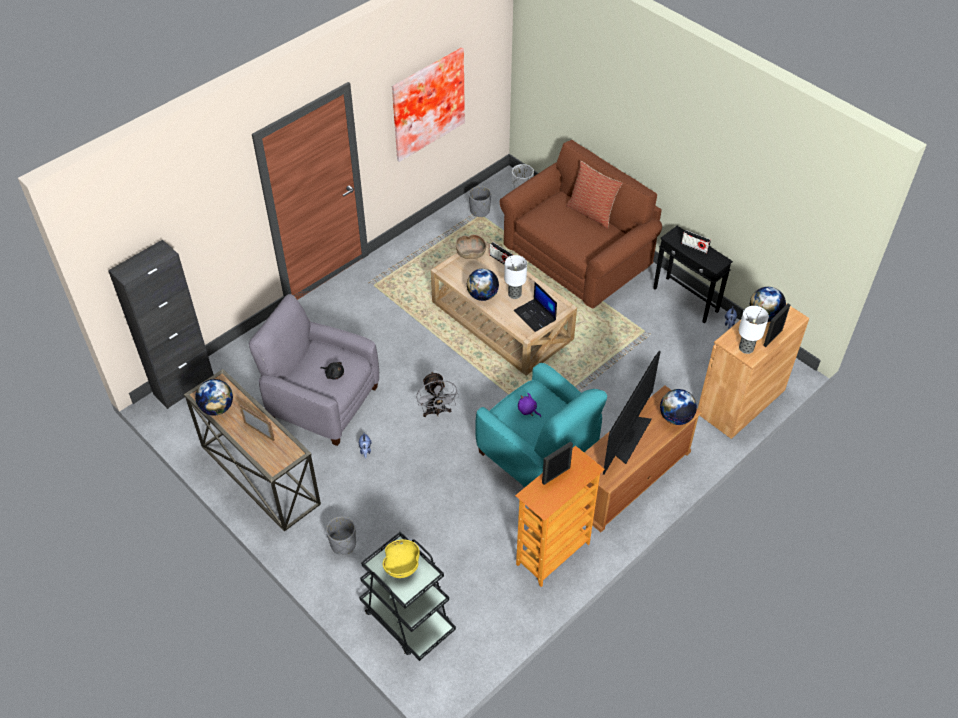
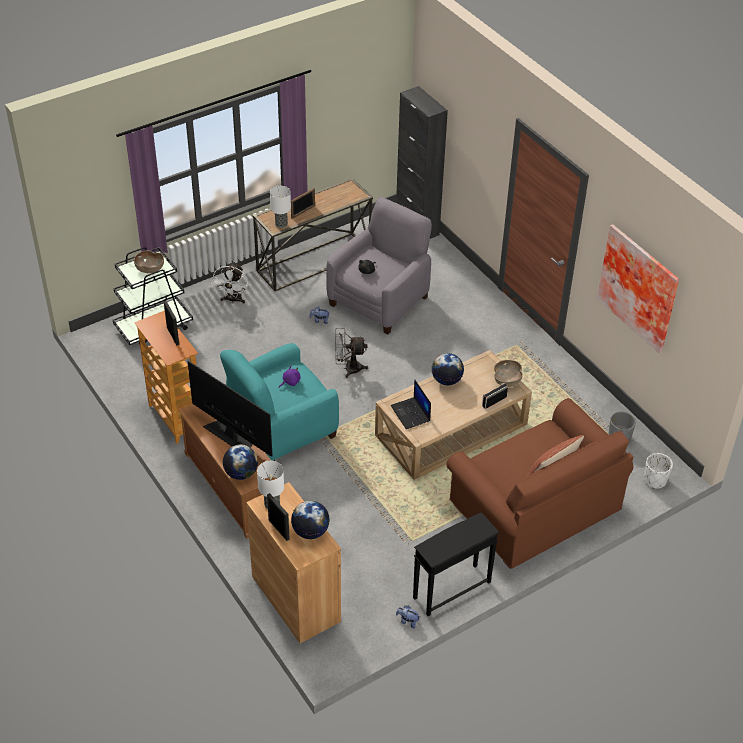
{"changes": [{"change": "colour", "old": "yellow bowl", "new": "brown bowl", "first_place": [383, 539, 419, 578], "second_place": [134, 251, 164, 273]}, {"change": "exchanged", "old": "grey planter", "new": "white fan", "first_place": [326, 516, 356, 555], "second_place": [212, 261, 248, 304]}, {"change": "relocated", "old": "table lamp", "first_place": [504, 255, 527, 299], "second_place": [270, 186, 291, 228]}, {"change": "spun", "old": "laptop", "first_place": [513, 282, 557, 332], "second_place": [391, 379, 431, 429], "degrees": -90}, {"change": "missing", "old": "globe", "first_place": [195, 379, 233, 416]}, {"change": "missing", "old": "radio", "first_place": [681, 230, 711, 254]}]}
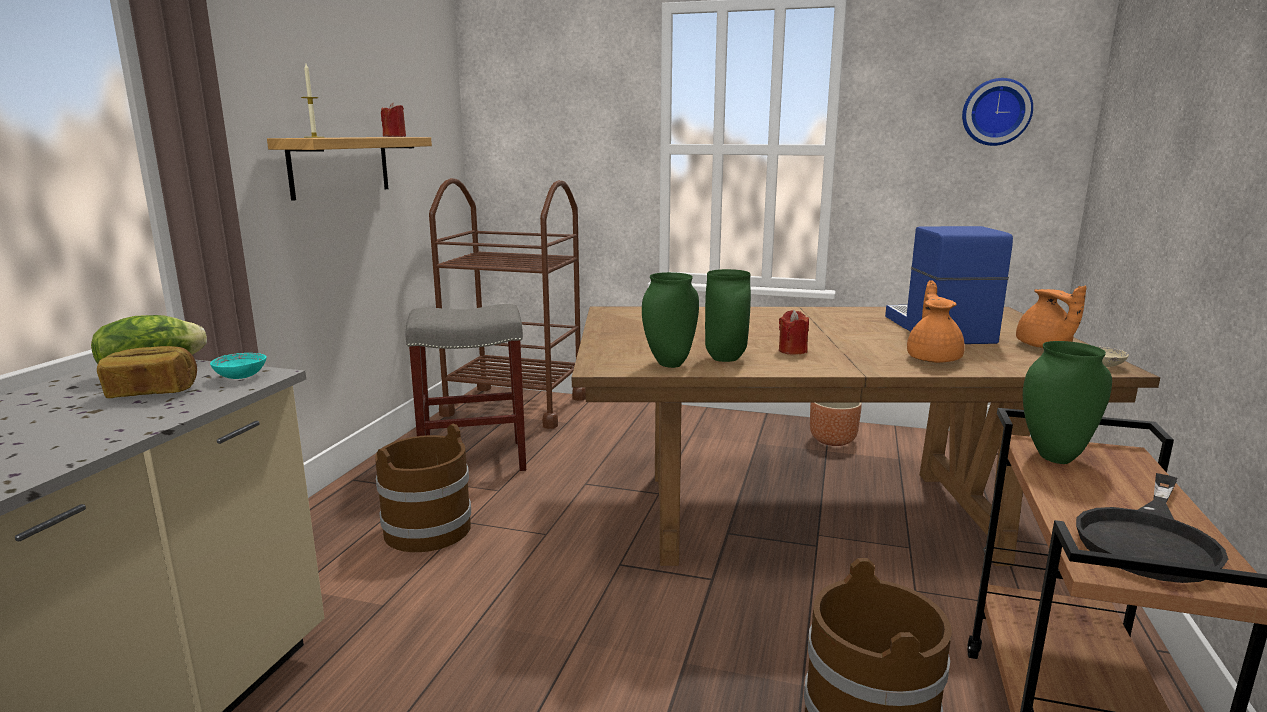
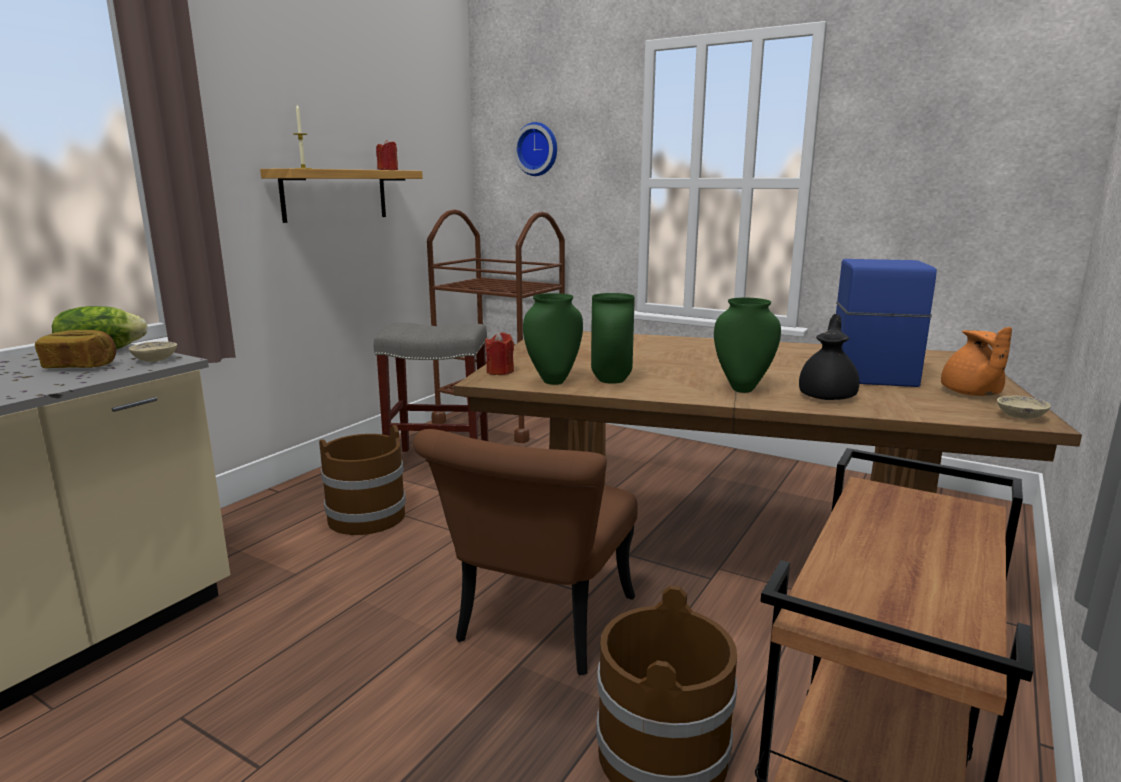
{"changes": [{"change": "colour", "old": "turquoise bowl", "new": "beige bowl", "first_place": [210, 353, 267, 379], "second_place": [129, 341, 177, 362]}, {"change": "appeared", "new": "brown chair", "second_place": [413, 429, 637, 675]}, {"change": "relocated", "old": "red candle", "first_place": [779, 310, 809, 355], "second_place": [485, 332, 514, 375]}, {"change": "relocated", "old": "wall clock", "first_place": [962, 78, 1033, 146], "second_place": [514, 122, 557, 176]}, {"change": "relocated", "old": "green vase", "first_place": [1023, 341, 1112, 464], "second_place": [714, 298, 781, 393]}, {"change": "colour", "old": "orange teapot", "new": "black teapot", "first_place": [907, 280, 965, 363], "second_place": [799, 314, 860, 400]}, {"change": "missing", "old": "brown planter", "first_place": [810, 402, 862, 446]}, {"change": "missing", "old": "black frying pan", "first_place": [1076, 473, 1228, 583]}]}
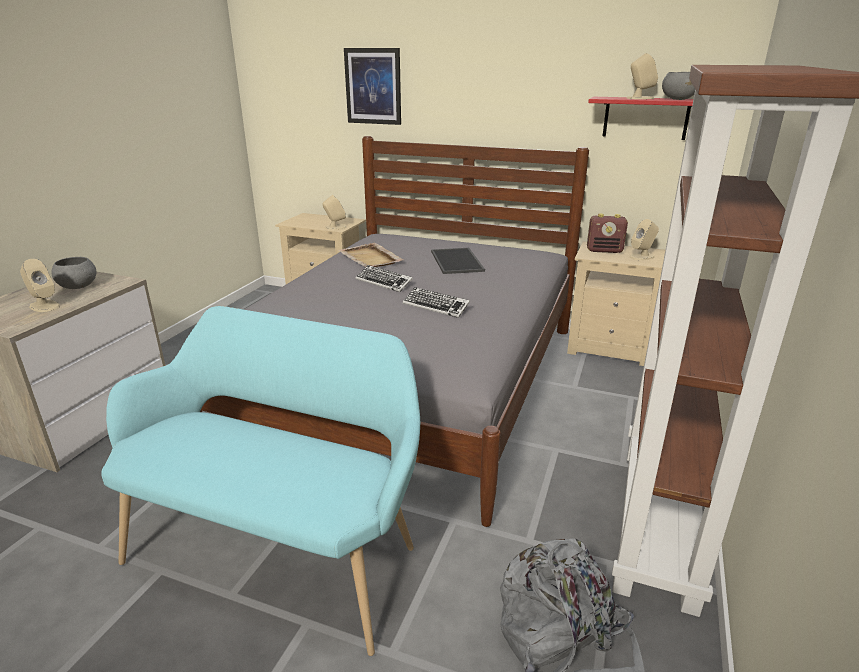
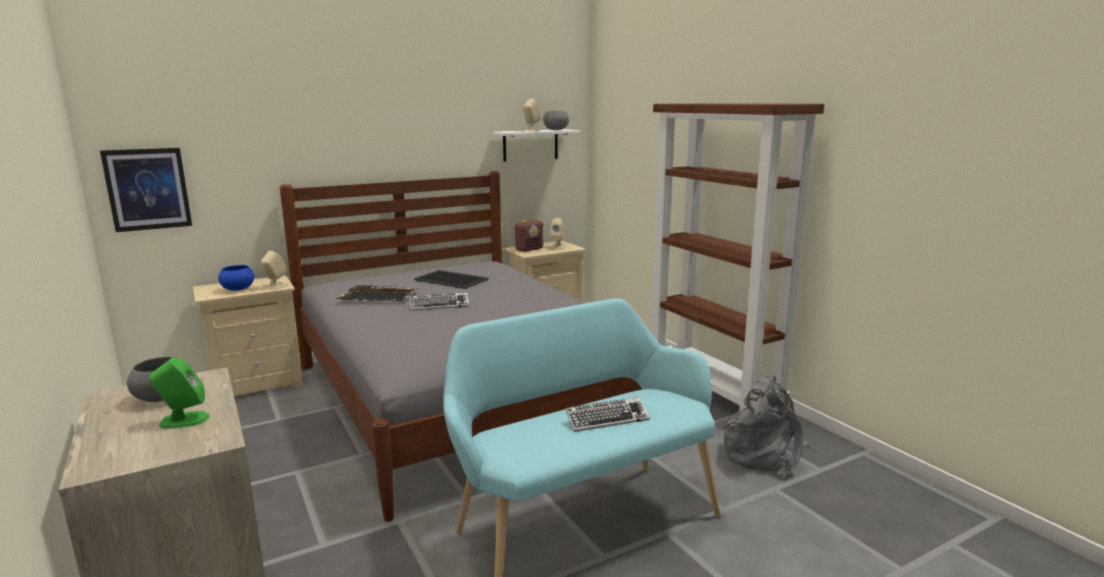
{"changes": [{"change": "relocated", "old": "picture", "first_place": [344, 48, 401, 125], "second_place": [100, 148, 192, 232]}, {"change": "colour", "old": "beige speaker", "new": "green speaker", "first_place": [20, 259, 60, 312], "second_place": [149, 357, 209, 429]}, {"change": "appeared", "new": "blue bowl", "second_place": [218, 265, 254, 291]}, {"change": "colour", "old": "beige tray", "new": "black tray", "first_place": [338, 243, 403, 267], "second_place": [337, 285, 418, 302]}, {"change": "colour", "old": "red shelf", "new": "white shelf", "first_place": [588, 97, 693, 140], "second_place": [493, 129, 580, 162]}, {"change": "relocated", "old": "keyboard", "first_place": [403, 287, 470, 318], "second_place": [565, 397, 650, 432]}]}
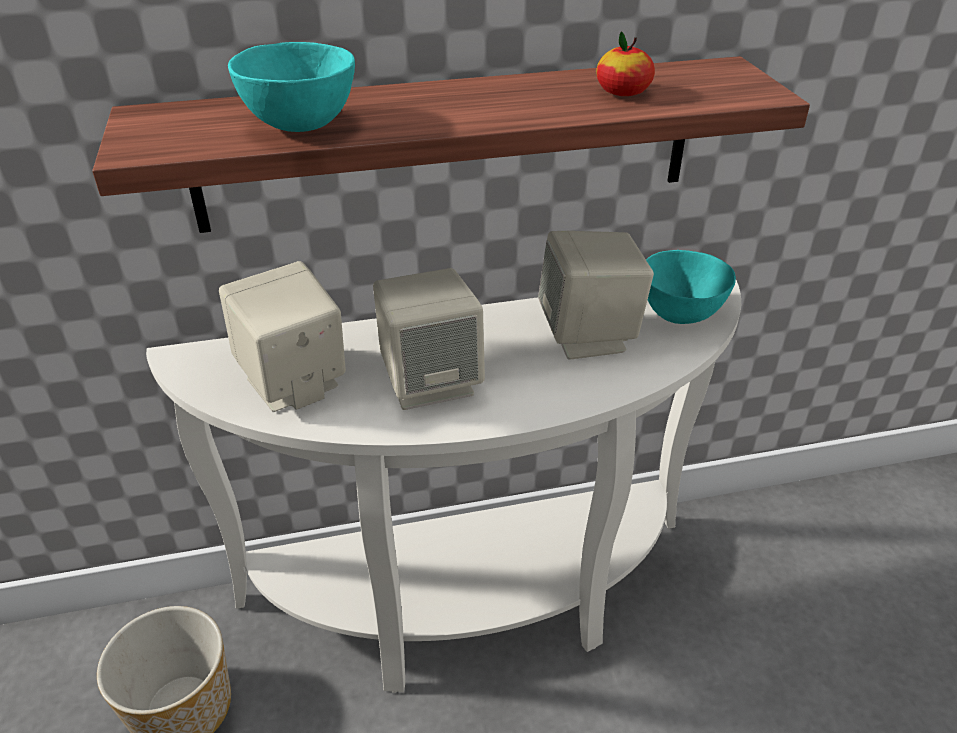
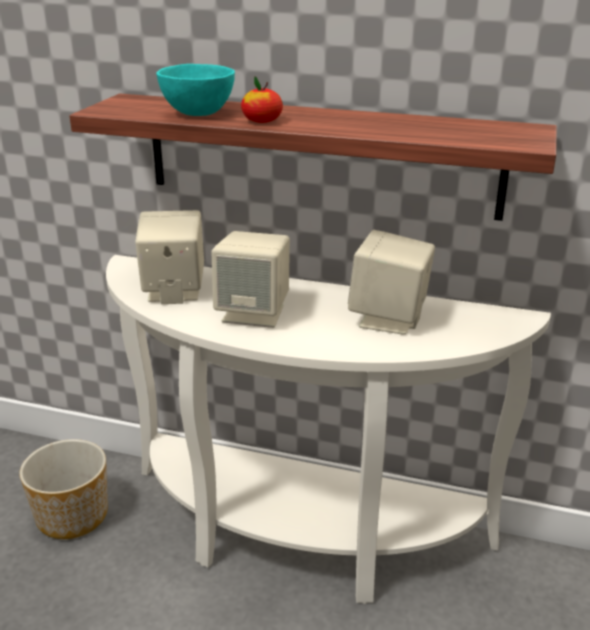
{"changes": [{"change": "relocated", "old": "apple", "first_place": [596, 32, 655, 96], "second_place": [241, 76, 283, 123]}, {"change": "missing", "old": "turquoise bowl", "first_place": [646, 250, 736, 324]}]}
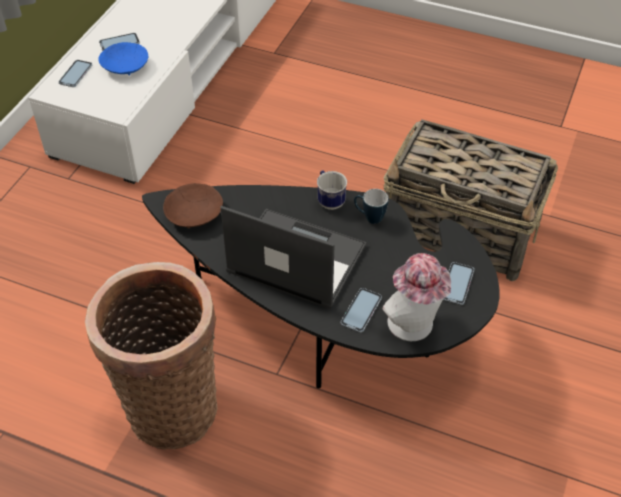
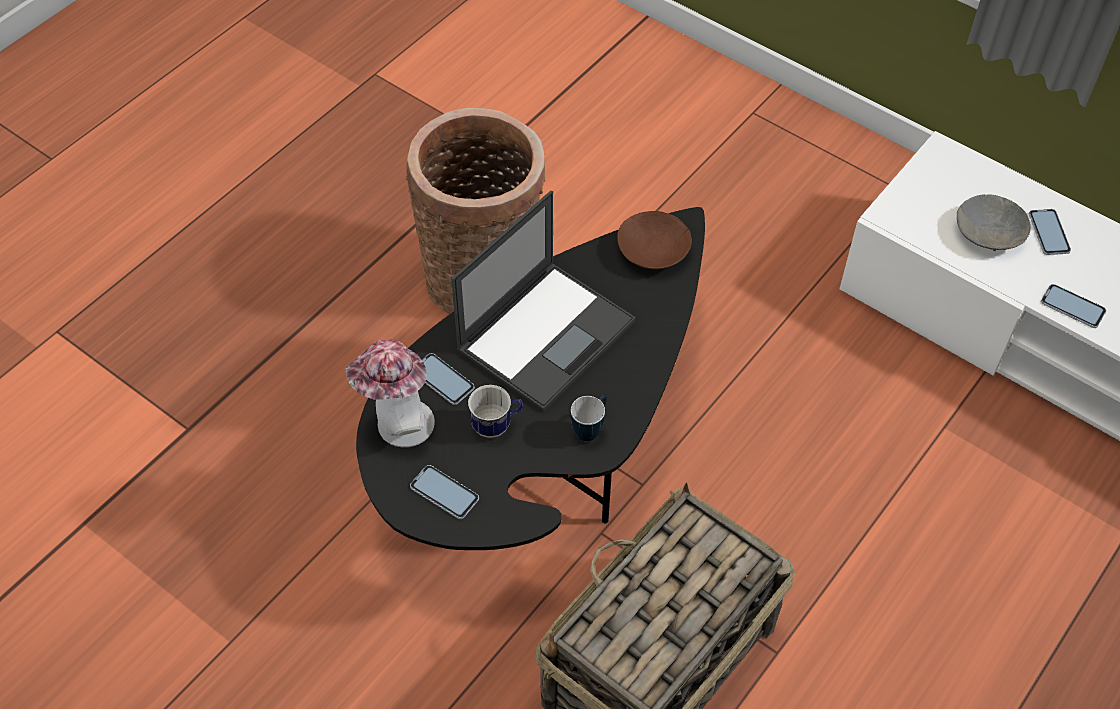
{"changes": [{"change": "relocated", "old": "mug", "first_place": [317, 170, 347, 210], "second_place": [468, 385, 523, 438]}, {"change": "colour", "old": "blue bowl", "new": "grey bowl", "first_place": [98, 42, 148, 76], "second_place": [957, 194, 1031, 251]}, {"change": "relocated", "old": "phone", "first_place": [59, 60, 92, 87], "second_place": [1041, 284, 1106, 328]}]}
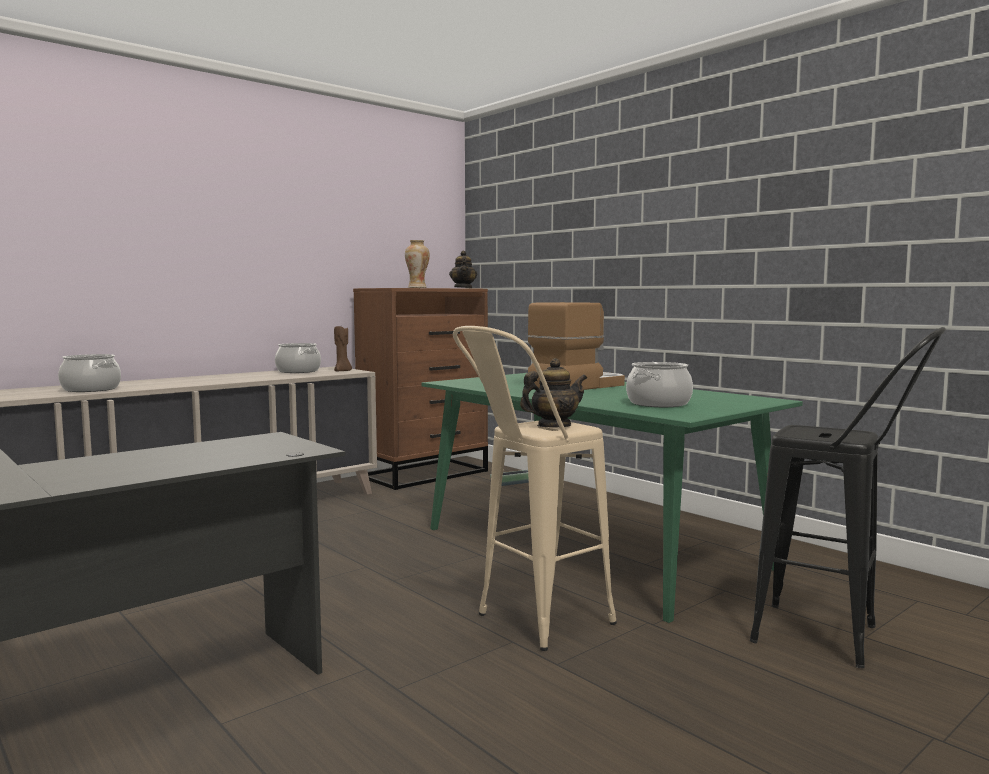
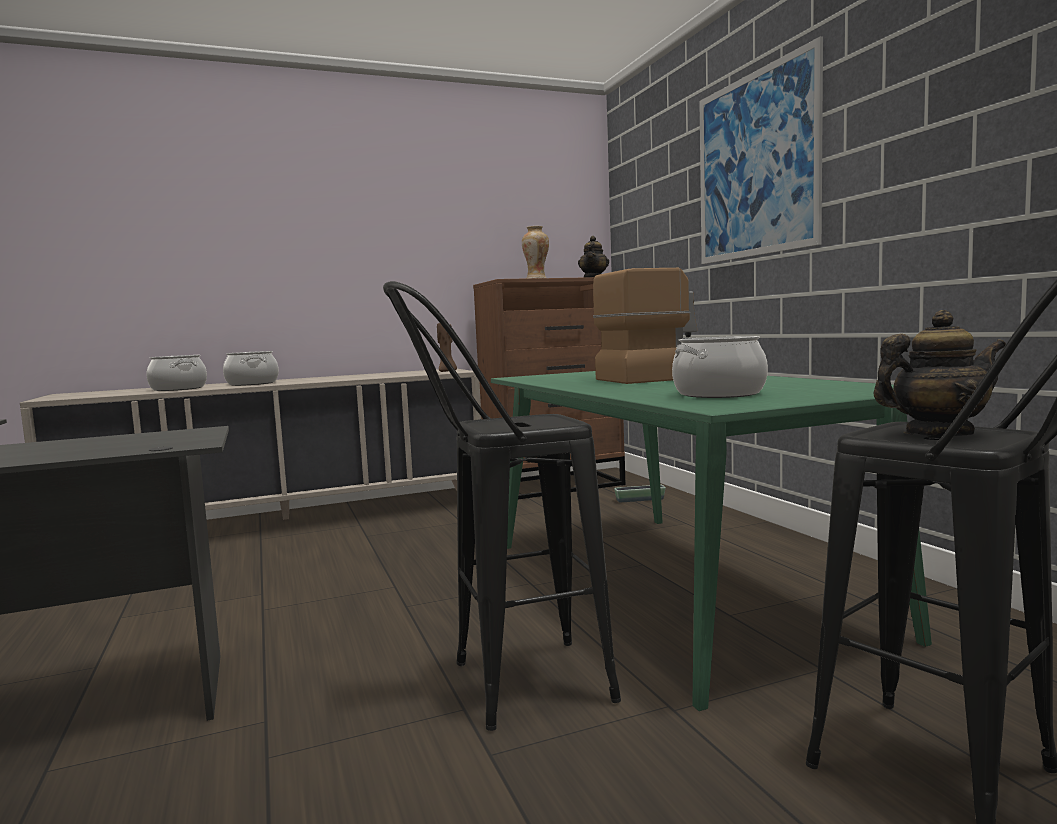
{"changes": [{"change": "relocated", "old": "cooking pot", "first_place": [275, 343, 321, 373], "second_place": [223, 351, 279, 386]}, {"change": "colour", "old": "beige stool", "new": "black stool", "first_place": [453, 326, 617, 651], "second_place": [383, 281, 621, 731]}, {"change": "appeared", "new": "picture", "second_place": [699, 36, 823, 264]}, {"change": "relocated", "old": "teapot", "first_place": [520, 358, 587, 427], "second_place": [874, 310, 1006, 436]}]}
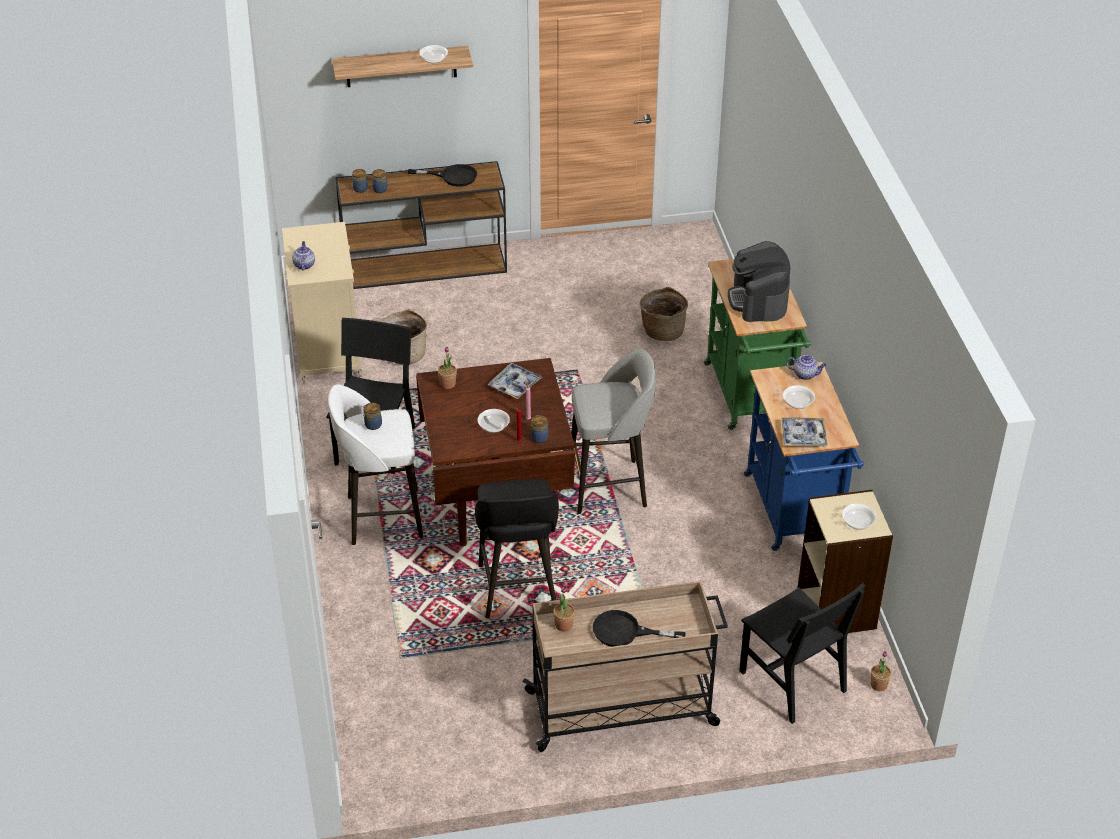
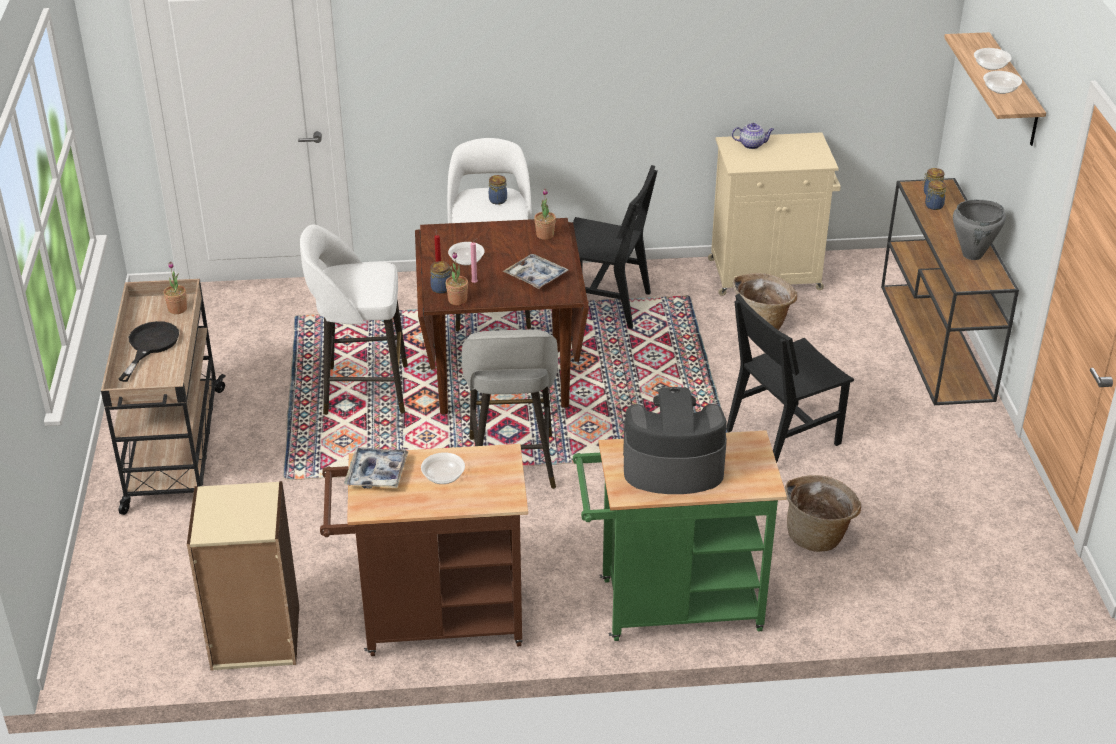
{"changes": [{"change": "colour", "old": "black stool", "new": "white stool", "first_place": [475, 479, 559, 619], "second_place": [300, 225, 408, 415]}, {"change": "colour", "old": "blue cart", "new": "brown cart", "first_place": [744, 362, 864, 551], "second_place": [320, 444, 528, 656]}, {"change": "relocated", "old": "potted plant", "first_place": [871, 651, 891, 691], "second_place": [445, 252, 468, 305]}, {"change": "relocated", "old": "black chair", "first_place": [739, 583, 865, 724], "second_place": [726, 294, 854, 463]}, {"change": "exchanged", "old": "black frying pan", "new": "grey cooking pot", "first_place": [408, 164, 477, 187], "second_place": [953, 200, 1006, 260]}, {"change": "relocated", "old": "bowl", "first_place": [842, 503, 876, 530], "second_place": [974, 48, 1012, 70]}, {"change": "missing", "old": "teapot", "first_place": [786, 355, 827, 380]}]}
